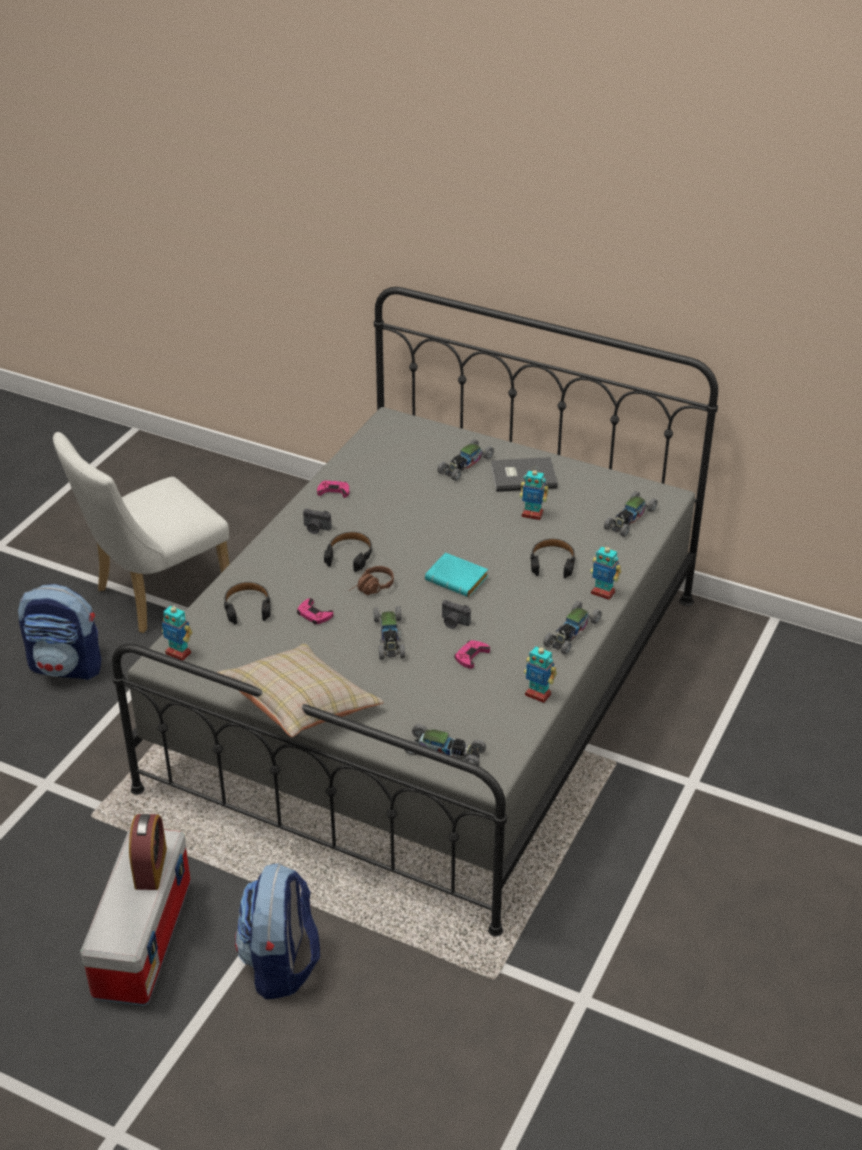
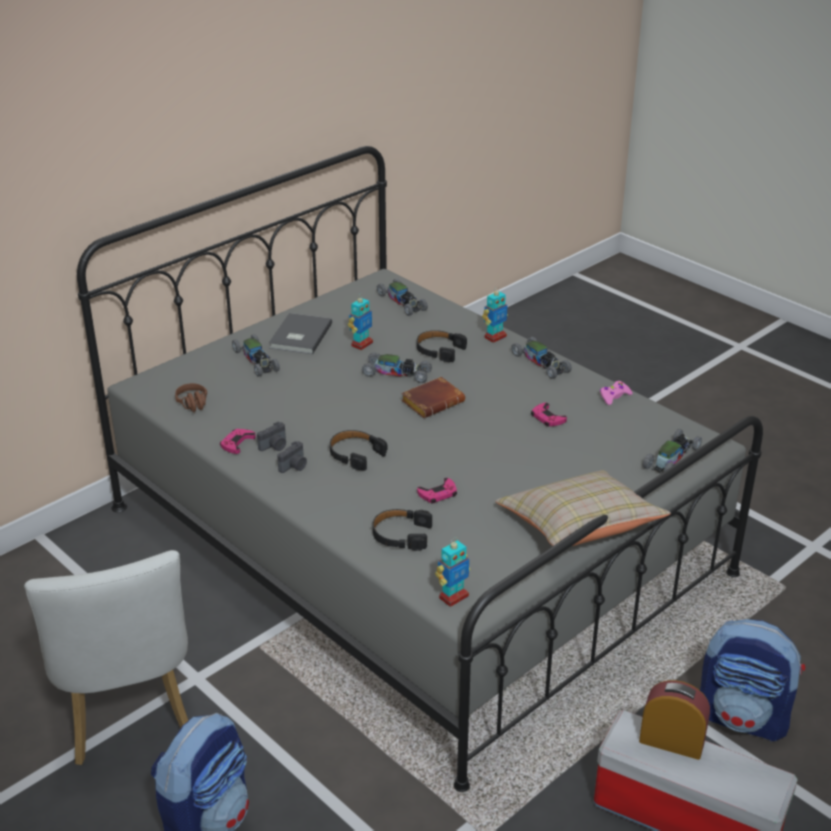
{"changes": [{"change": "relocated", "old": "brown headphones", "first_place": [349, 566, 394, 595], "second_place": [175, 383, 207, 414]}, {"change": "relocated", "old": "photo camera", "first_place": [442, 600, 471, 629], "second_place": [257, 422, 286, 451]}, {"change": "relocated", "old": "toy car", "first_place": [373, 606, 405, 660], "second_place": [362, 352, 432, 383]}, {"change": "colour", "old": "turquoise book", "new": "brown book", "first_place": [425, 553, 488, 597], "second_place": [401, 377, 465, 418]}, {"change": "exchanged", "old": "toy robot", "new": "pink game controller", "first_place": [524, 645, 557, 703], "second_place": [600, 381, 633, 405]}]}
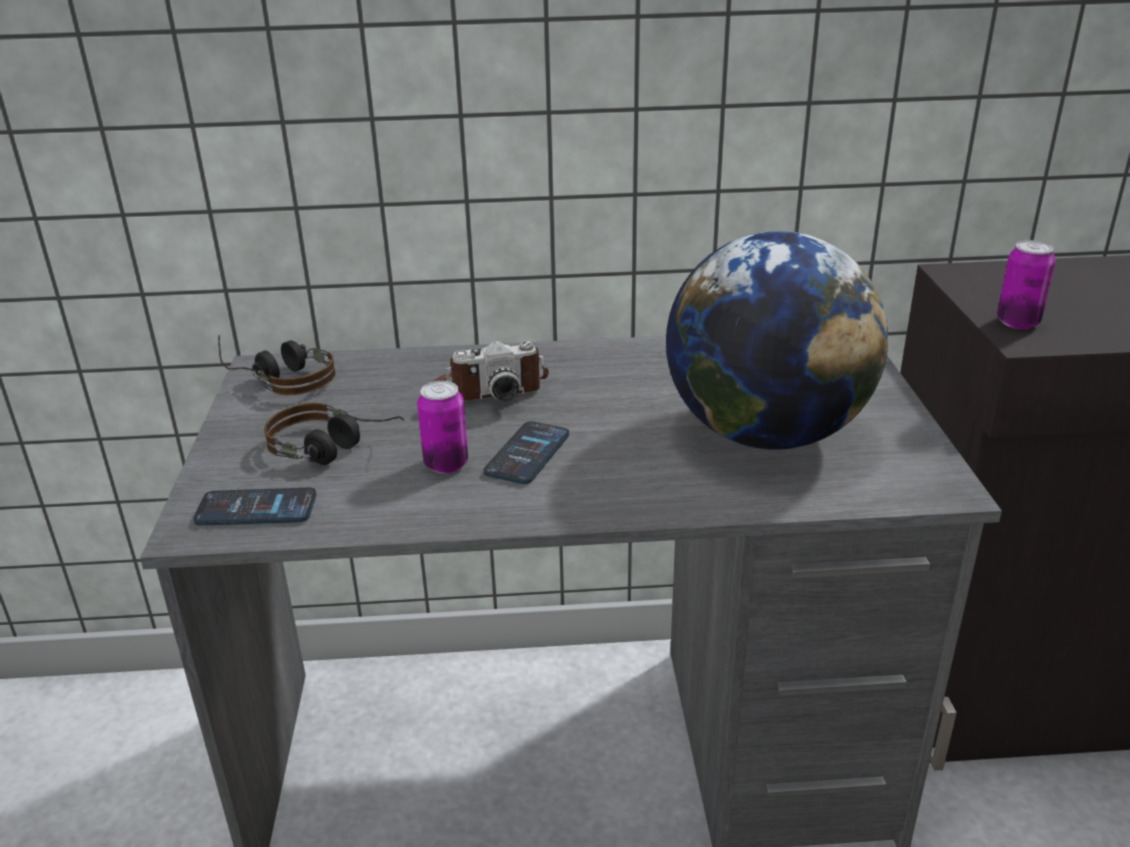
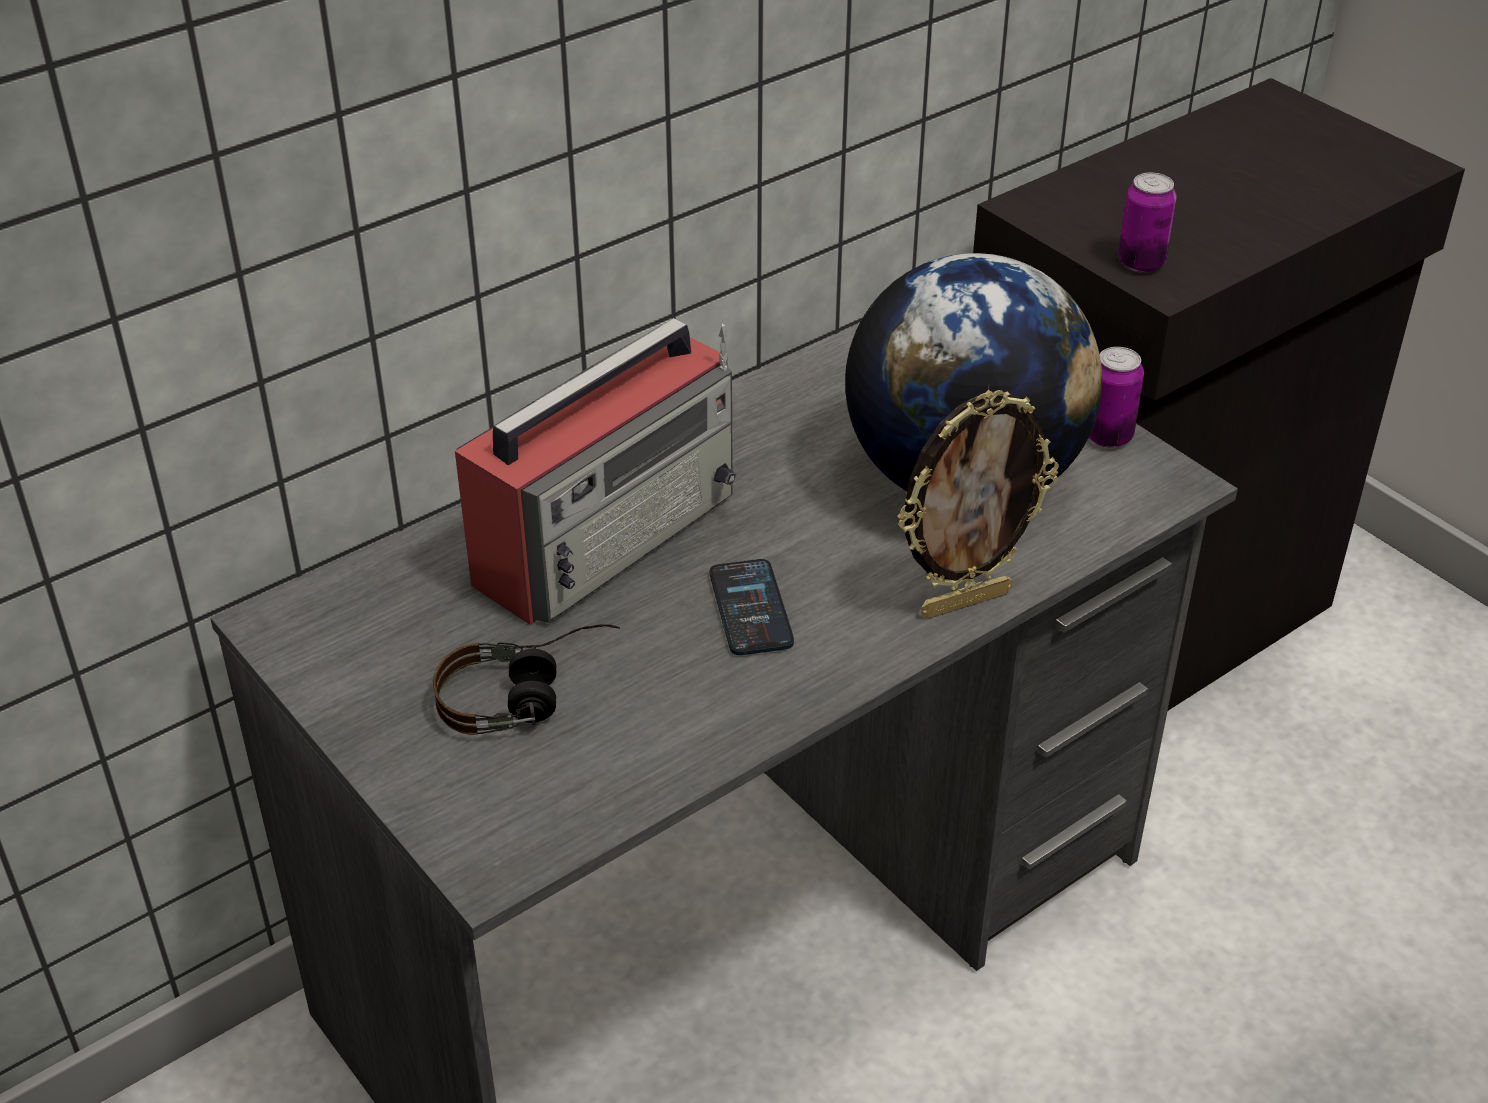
{"changes": [{"change": "exchanged", "old": "photo camera", "new": "radio", "first_place": [433, 341, 549, 401], "second_place": [455, 318, 737, 625]}, {"change": "appeared", "new": "picture frame", "second_place": [897, 390, 1059, 619]}, {"change": "relocated", "old": "can", "first_place": [417, 381, 468, 473], "second_place": [1089, 347, 1144, 448]}, {"change": "missing", "old": "phone", "first_place": [193, 488, 316, 526]}, {"change": "missing", "old": "headphones", "first_place": [218, 335, 336, 395]}]}
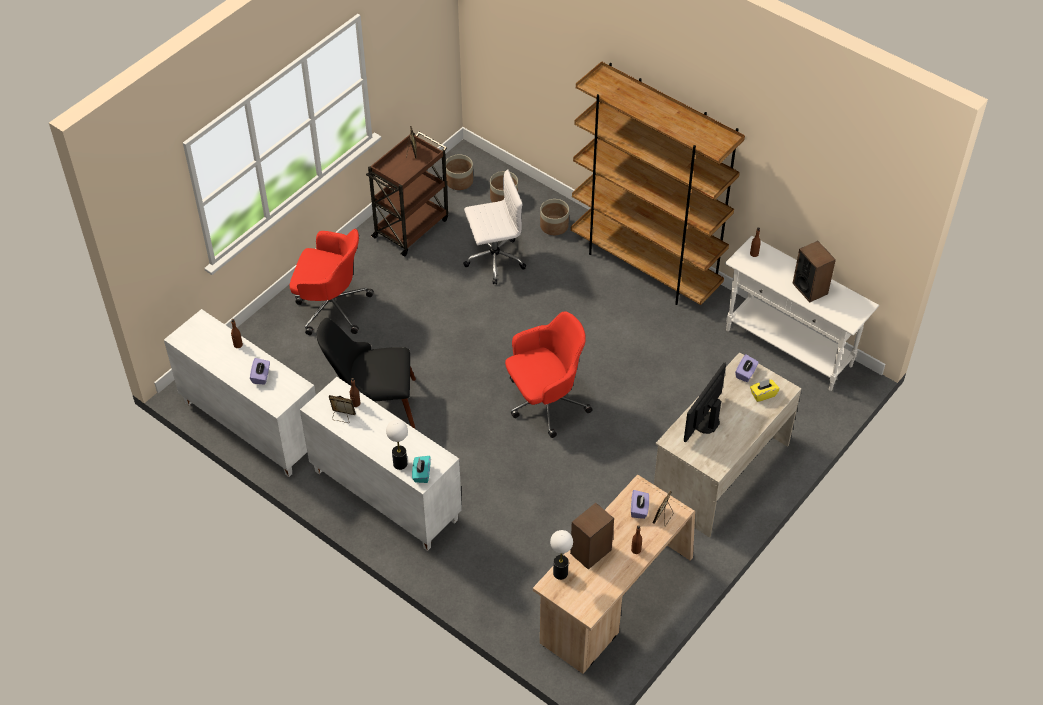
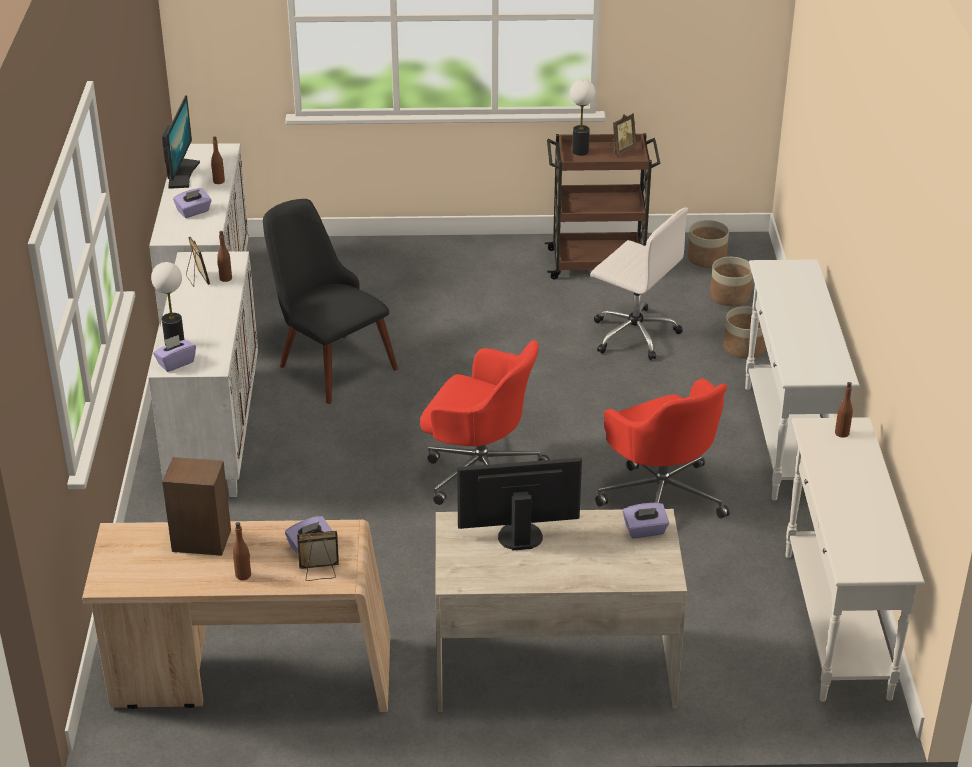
{"changes": [{"change": "colour", "old": "turquoise tissue box", "new": "purple tissue box", "first_place": [412, 456, 431, 483], "second_place": [153, 335, 196, 372]}, {"change": "appeared", "new": "monitor", "second_place": [162, 95, 200, 189]}, {"change": "relocated", "old": "table lamp", "first_place": [550, 530, 573, 580], "second_place": [570, 79, 595, 156]}, {"change": "relocated", "old": "red office chair", "first_place": [290, 229, 374, 335], "second_place": [595, 379, 730, 518]}, {"change": "exchanged", "old": "brown bookcase", "new": "white console table", "first_place": [571, 61, 745, 305], "second_place": [745, 259, 860, 501]}, {"change": "missing", "old": "yellow tissue box", "first_place": [750, 379, 779, 402]}, {"change": "missing", "old": "speaker", "first_place": [792, 241, 836, 303]}]}
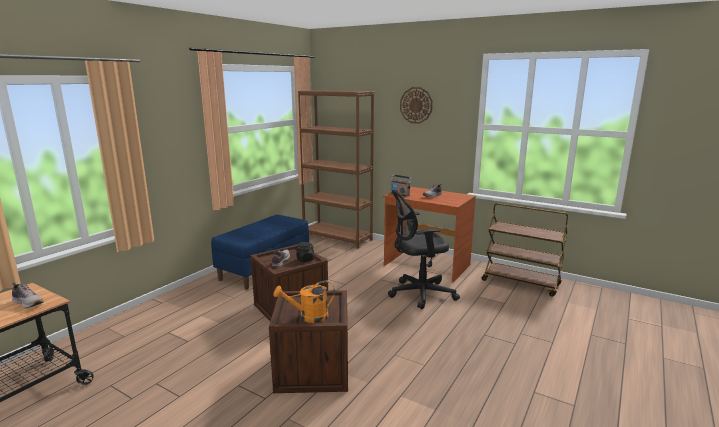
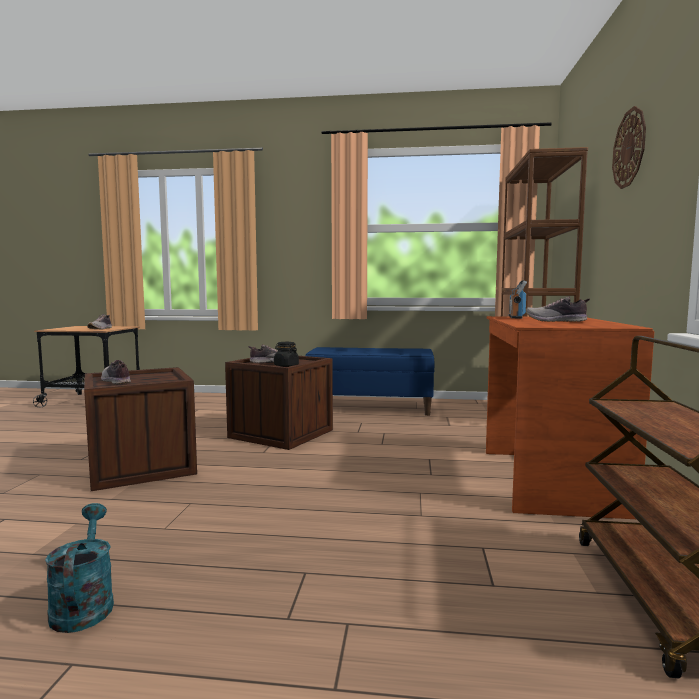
{"changes": [{"change": "appeared", "new": "turquoise watering can", "second_place": [45, 503, 114, 633]}, {"change": "exchanged", "old": "orange watering can", "new": "shoe", "first_place": [274, 280, 335, 323], "second_place": [101, 360, 131, 384]}, {"change": "missing", "old": "black office chair", "first_place": [388, 191, 460, 309]}]}
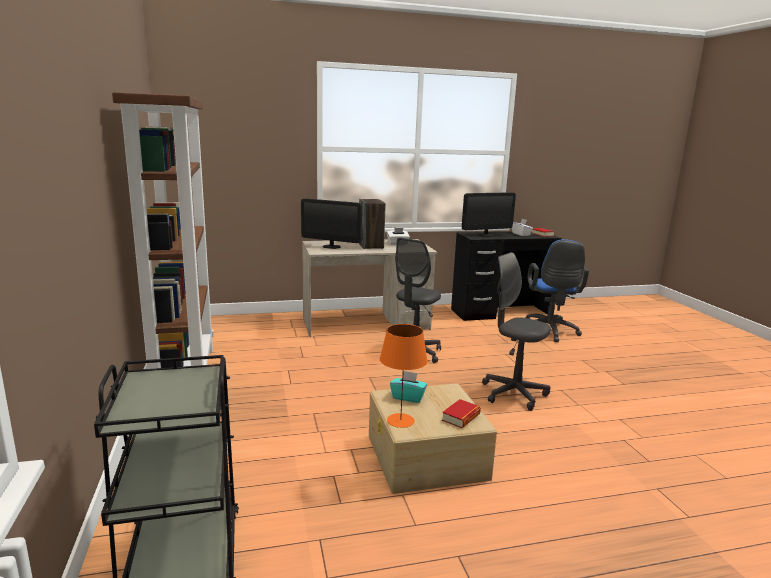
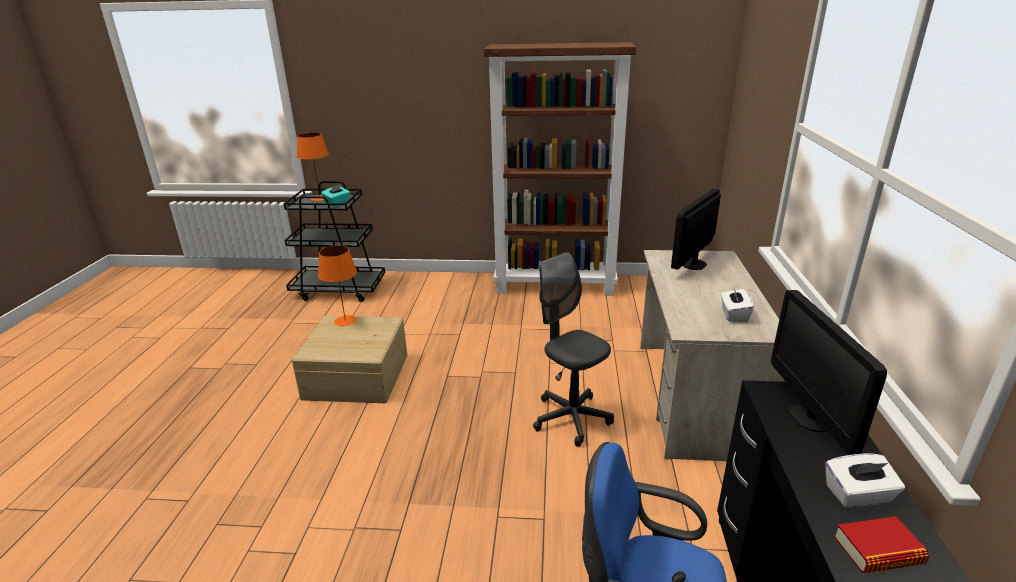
{"changes": [{"change": "appeared", "new": "orange table lamp", "second_place": [297, 132, 329, 201]}, {"change": "relocated", "old": "turquoise tissue box", "first_place": [390, 371, 427, 403], "second_place": [321, 184, 350, 206]}, {"change": "missing", "old": "speaker", "first_place": [359, 199, 386, 249]}, {"change": "missing", "old": "book", "first_place": [442, 399, 481, 428]}, {"change": "missing", "old": "grey office chair", "first_place": [482, 252, 551, 411]}]}
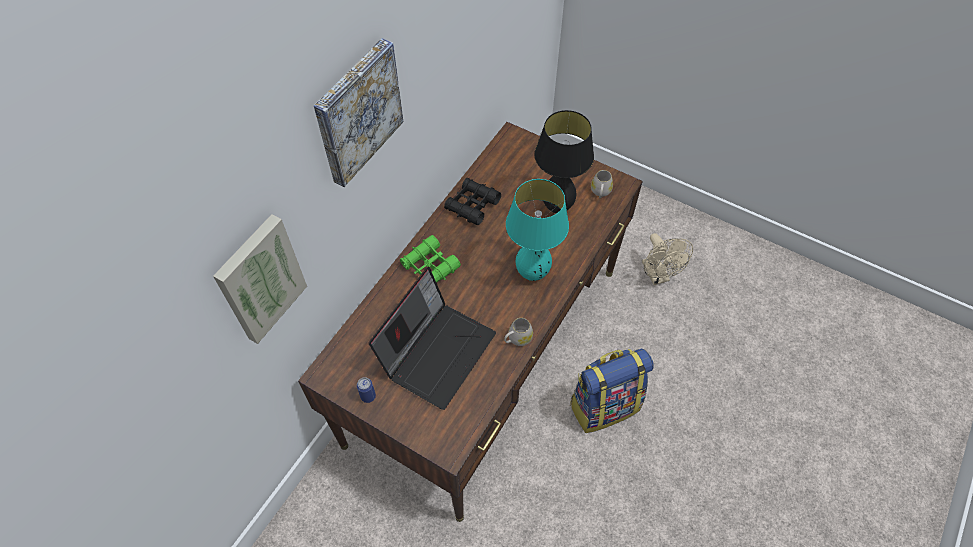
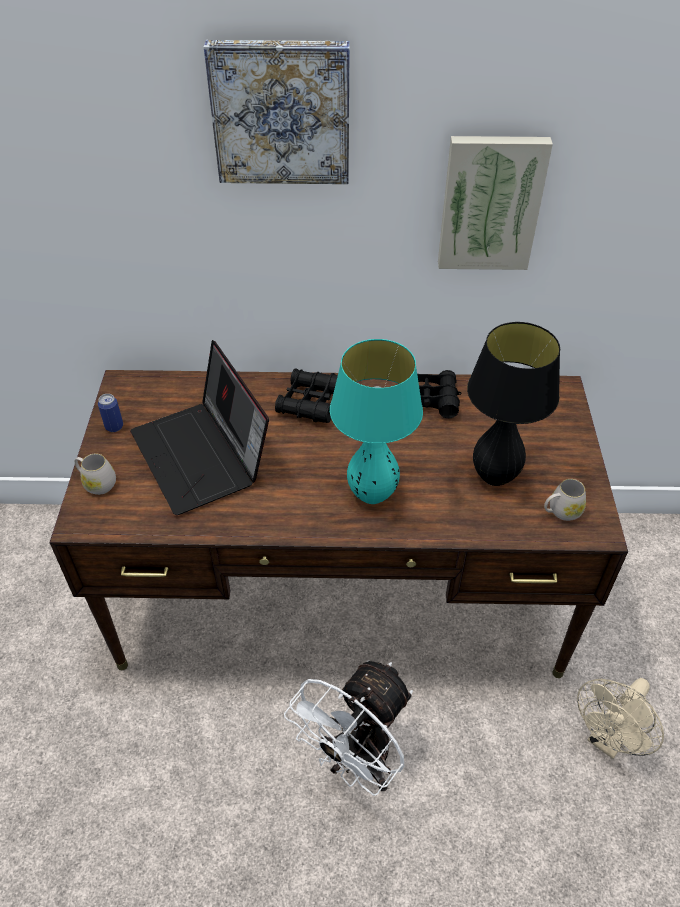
{"changes": [{"change": "relocated", "old": "white mug", "first_place": [504, 318, 533, 346], "second_place": [75, 453, 116, 495]}, {"change": "spun", "old": "laptop", "first_place": [369, 267, 496, 410], "second_place": [130, 340, 269, 515], "degrees": 60}, {"change": "colour", "old": "green binoculars", "new": "black binoculars", "first_place": [400, 235, 461, 283], "second_place": [275, 369, 338, 423]}, {"change": "exchanged", "old": "backpack", "new": "white fan", "first_place": [570, 349, 654, 433], "second_place": [284, 661, 413, 796]}, {"change": "relocated", "old": "picture", "first_place": [213, 214, 307, 344], "second_place": [438, 136, 553, 270]}]}
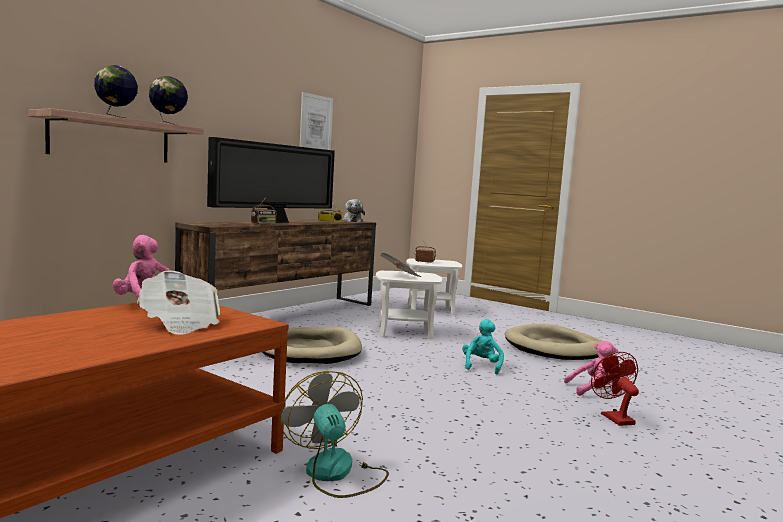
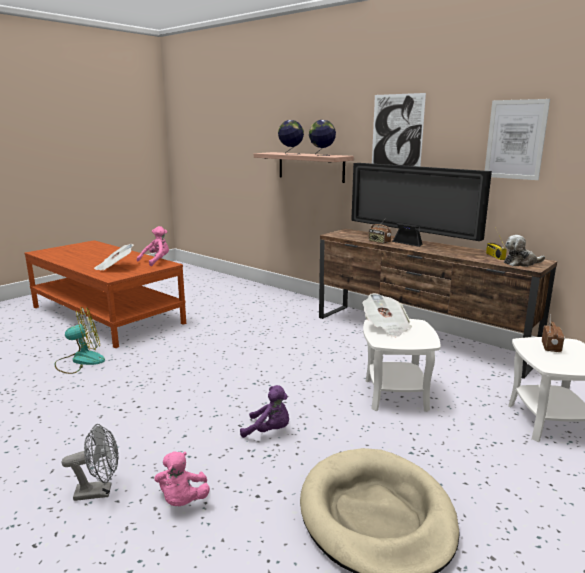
{"changes": [{"change": "colour", "old": "red fan", "new": "grey fan", "first_place": [591, 352, 639, 426], "second_place": [62, 424, 119, 501]}, {"change": "colour", "old": "turquoise plush toy", "new": "purple plush toy", "first_place": [462, 319, 504, 374], "second_place": [240, 385, 289, 438]}, {"change": "appeared", "new": "picture", "second_place": [372, 93, 426, 167]}, {"change": "missing", "old": "beige dog bed", "first_place": [262, 327, 362, 364]}]}
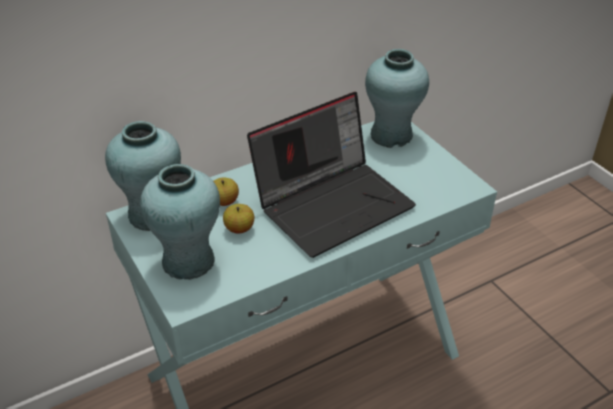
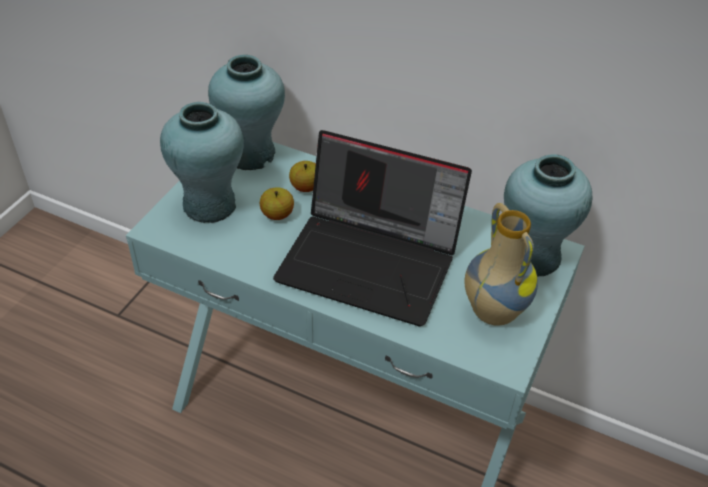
{"changes": [{"change": "appeared", "new": "vase", "second_place": [465, 203, 538, 326]}]}
